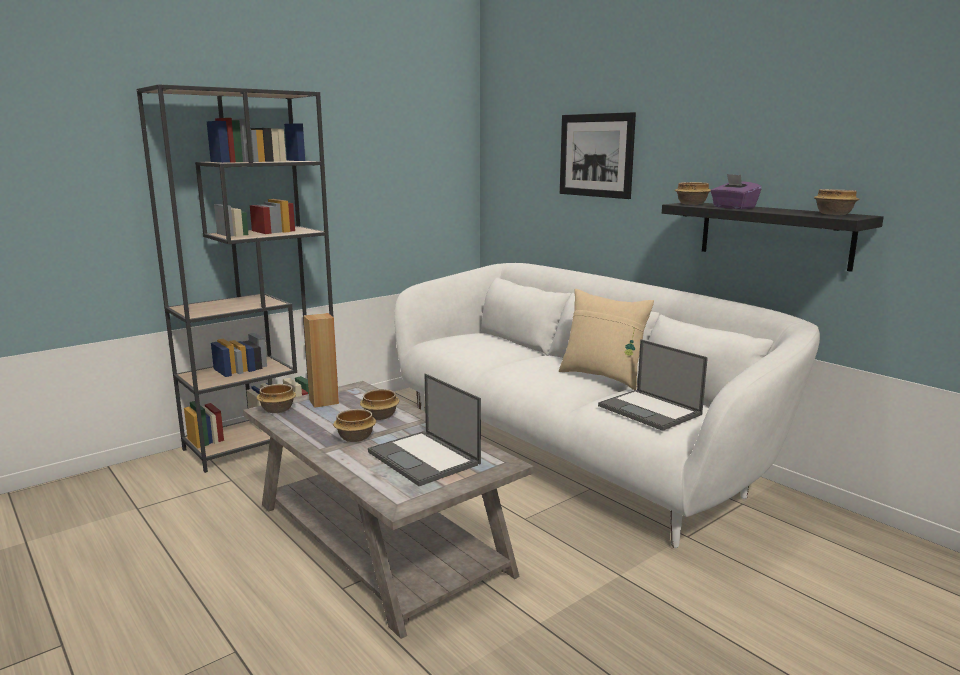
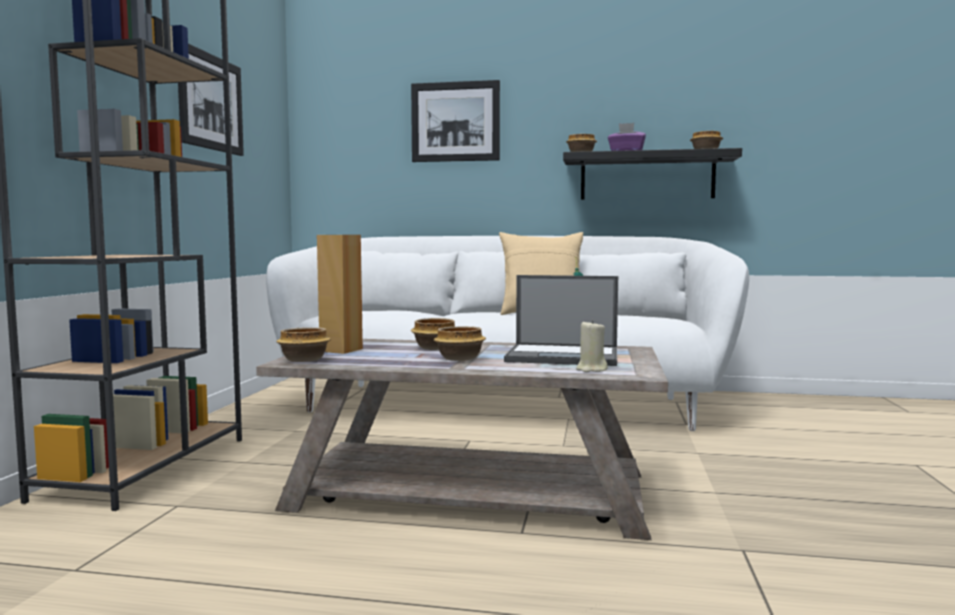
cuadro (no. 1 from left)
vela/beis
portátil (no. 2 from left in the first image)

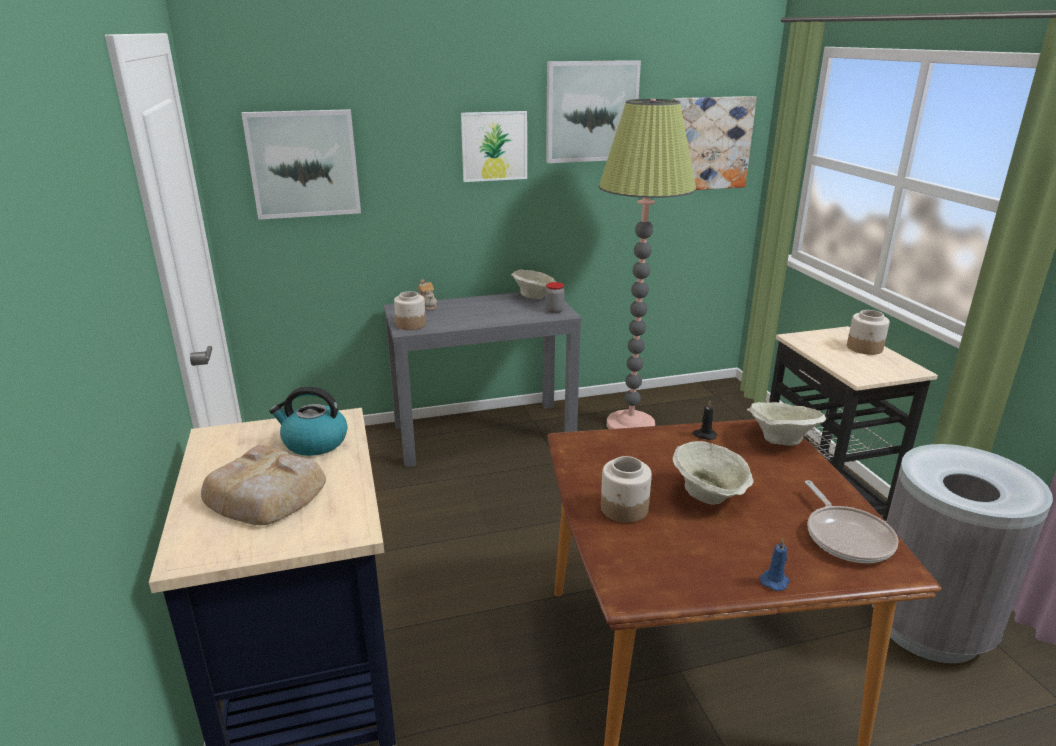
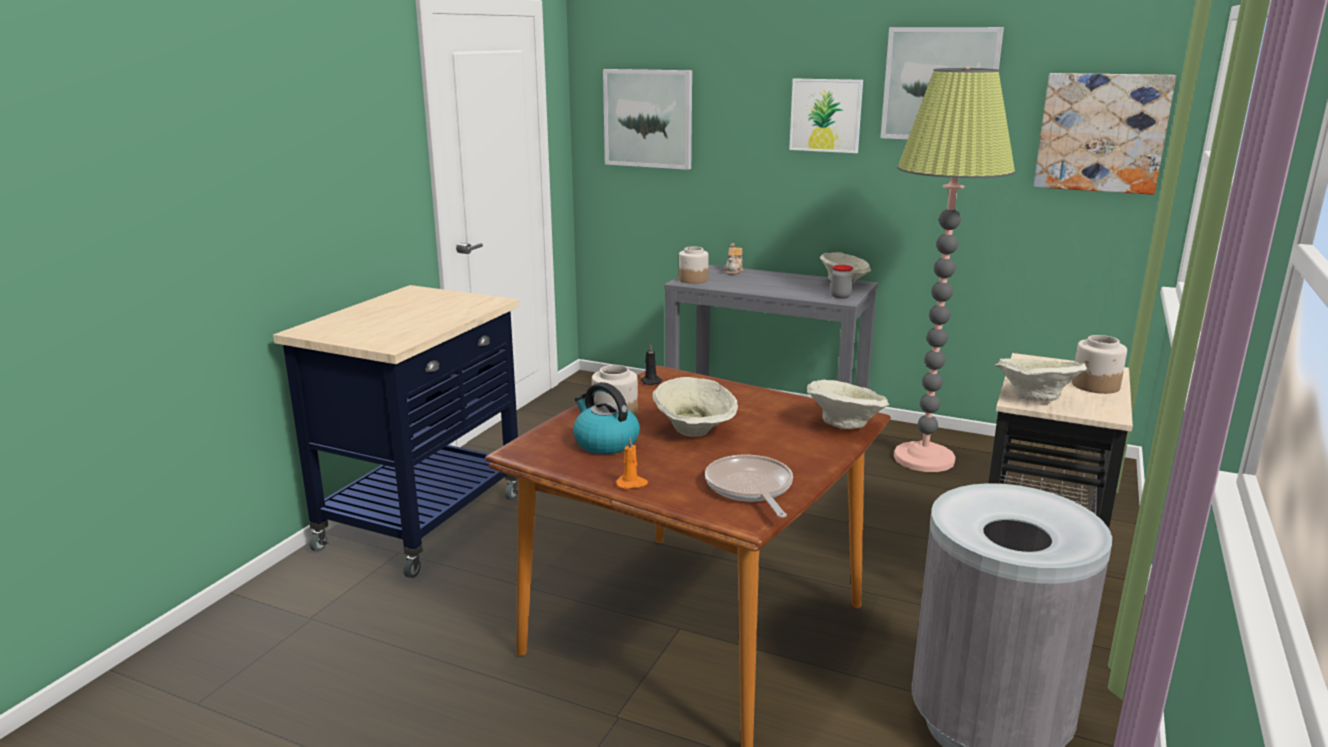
hervidor
vela/naranja
vela/negro
sartén
cuenco/beis (no. 4 from left)
pan

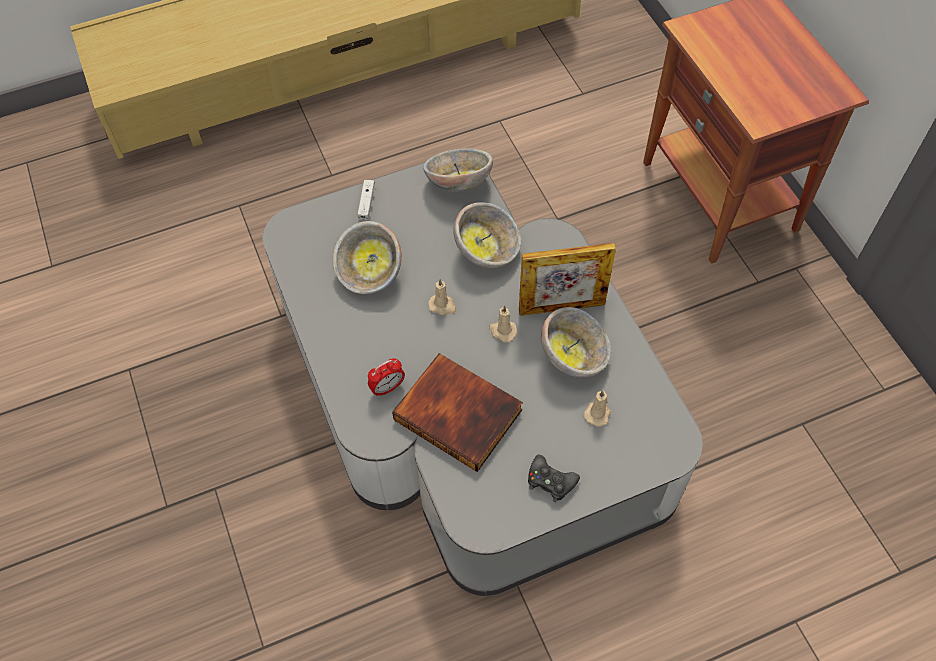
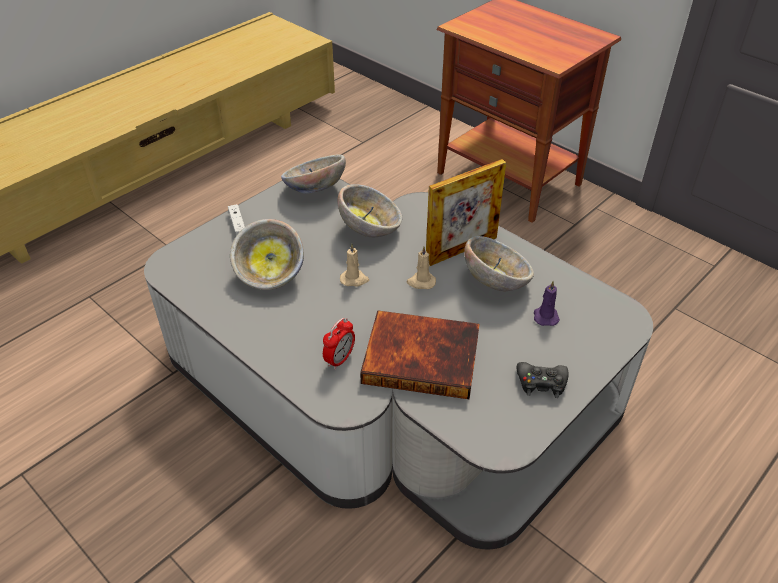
vela/morado

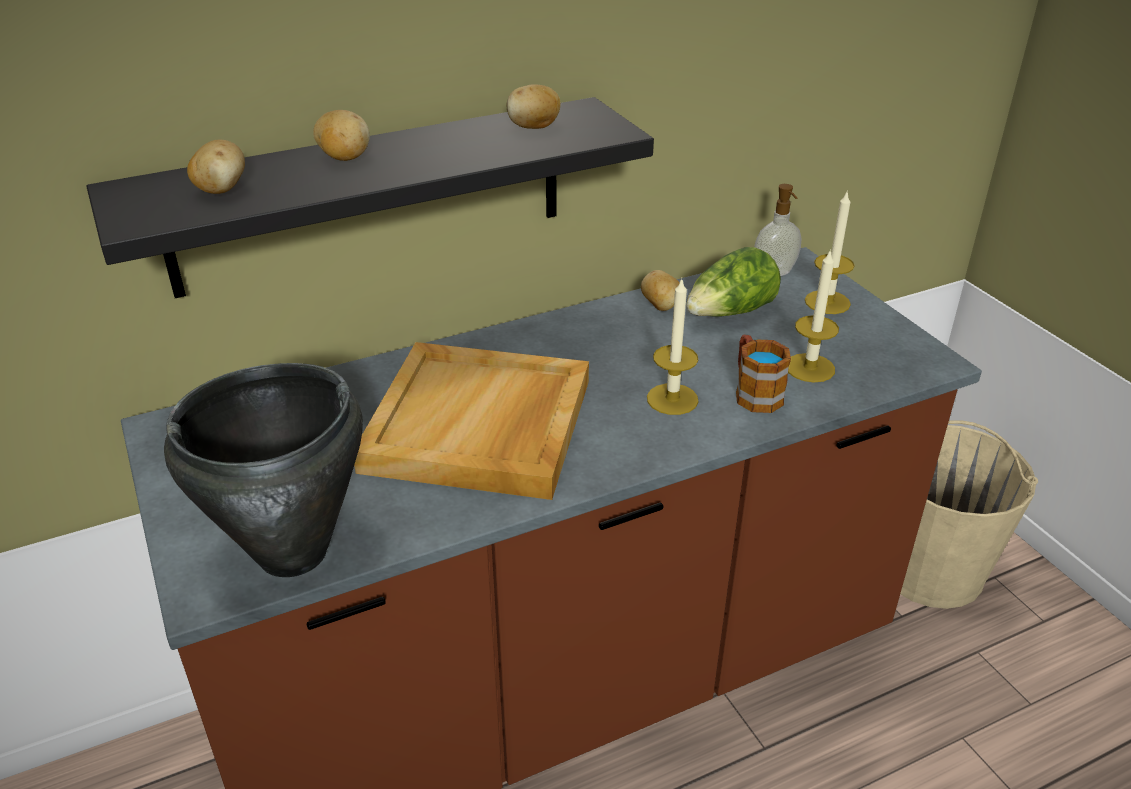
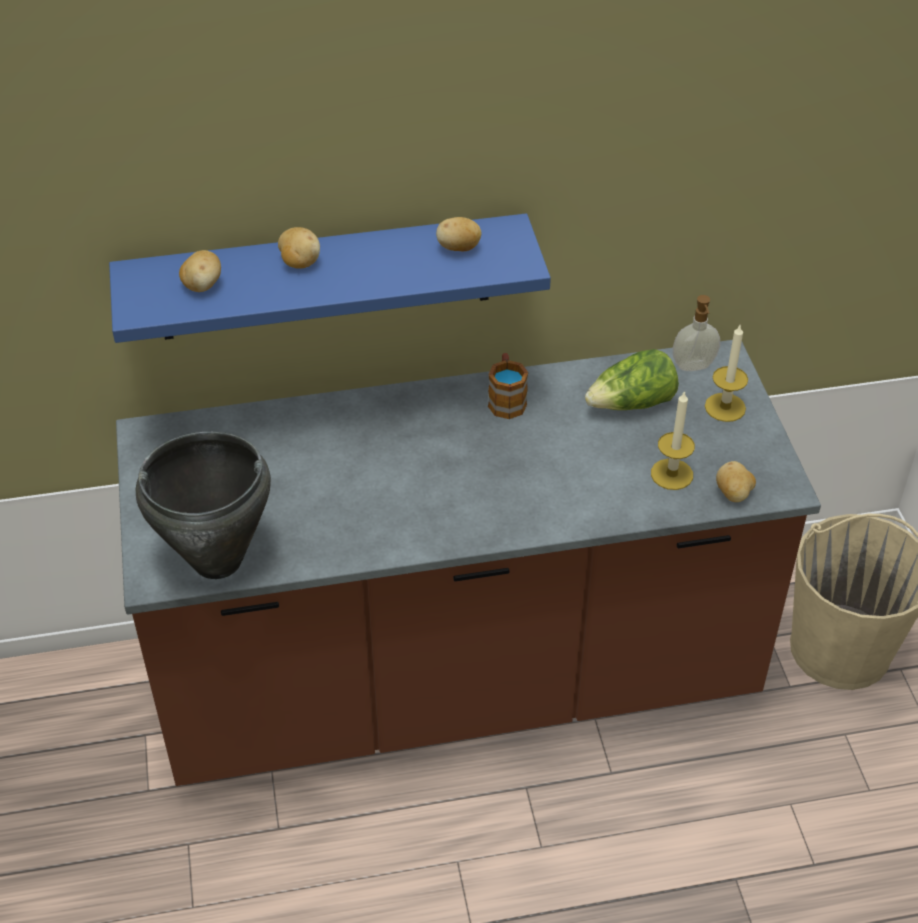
estante/azul
taza grande
patata (no. 4 from left)
bandeja/beis
vela (no. 1 from left in the first image)

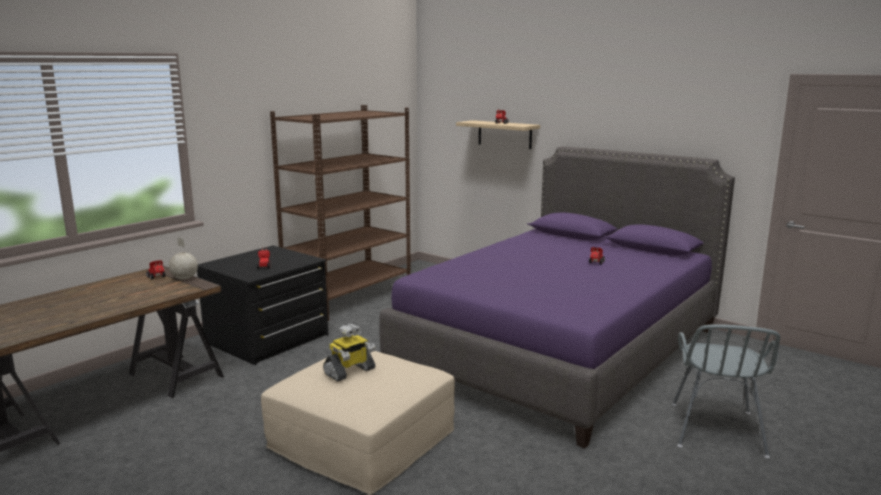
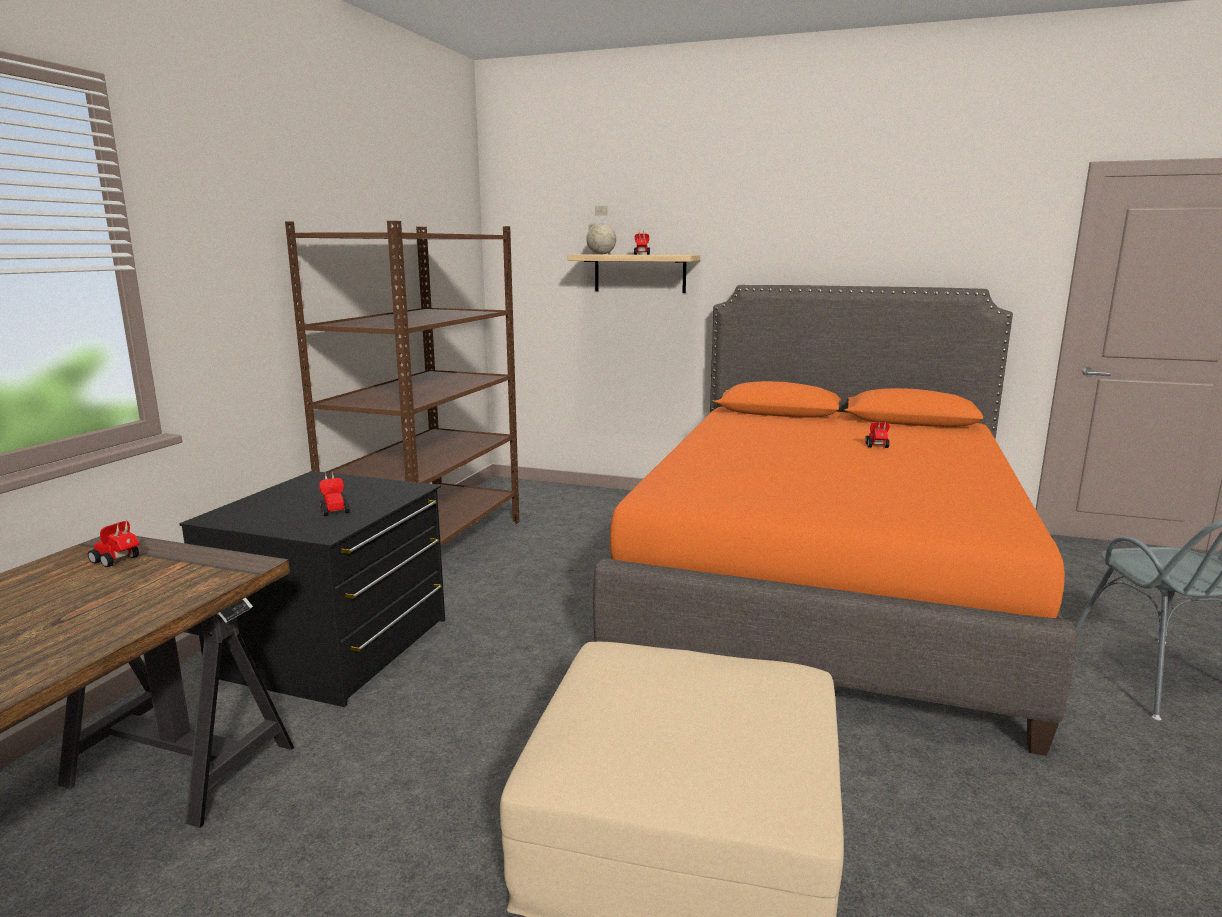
globo terráqueo
cama/naranja
robot de juguete

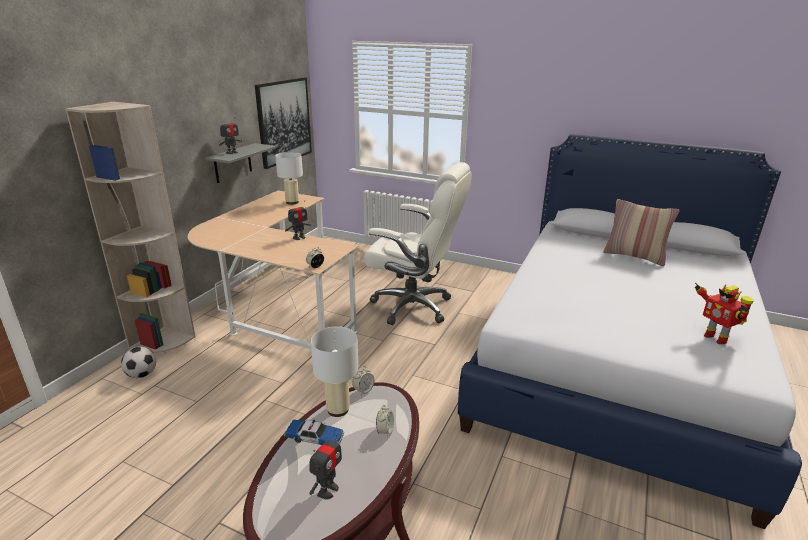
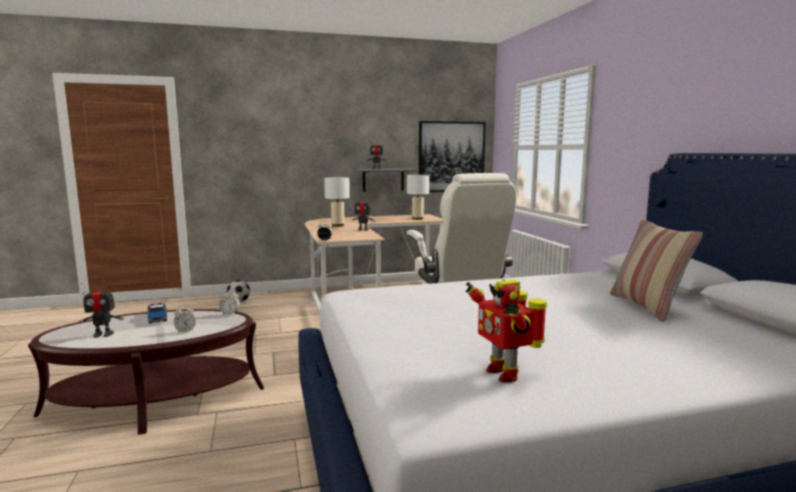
lámpara de mesa/blanco (no. 1 from left)
robot de juguete (no. 4 from left)
estantería/beis

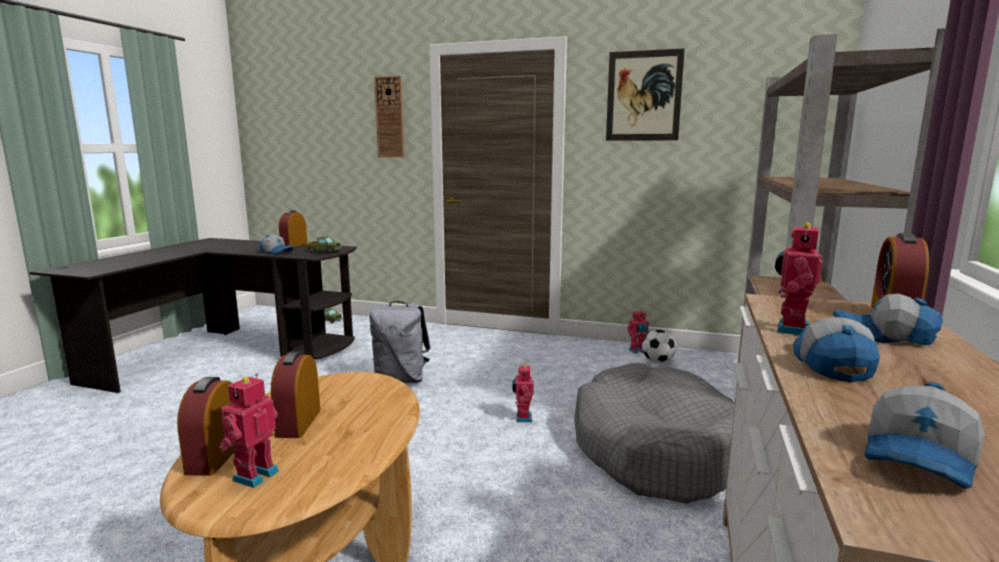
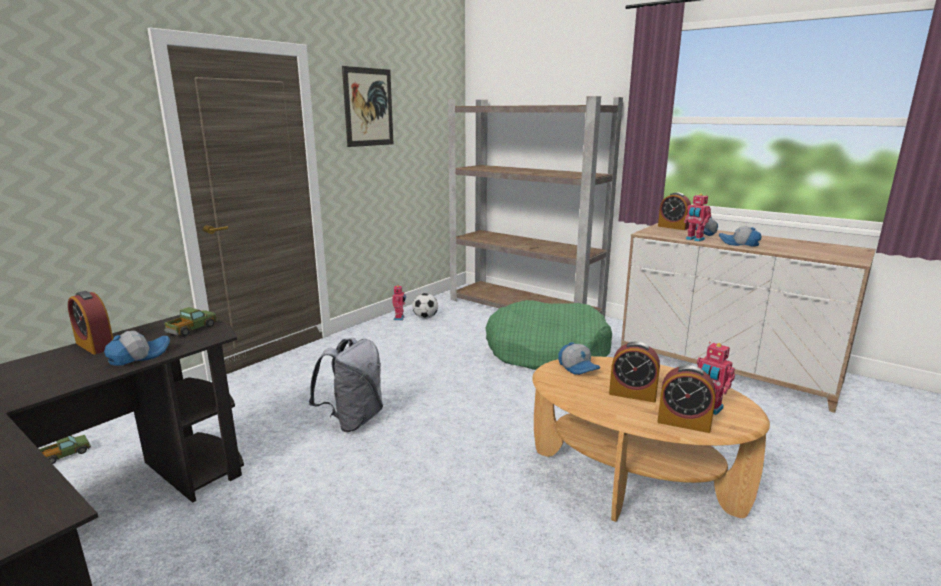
cama para perro/verde
gorra (no. 2 from left)
reloj de pared
robot de juguete (no. 2 from left in the first image)

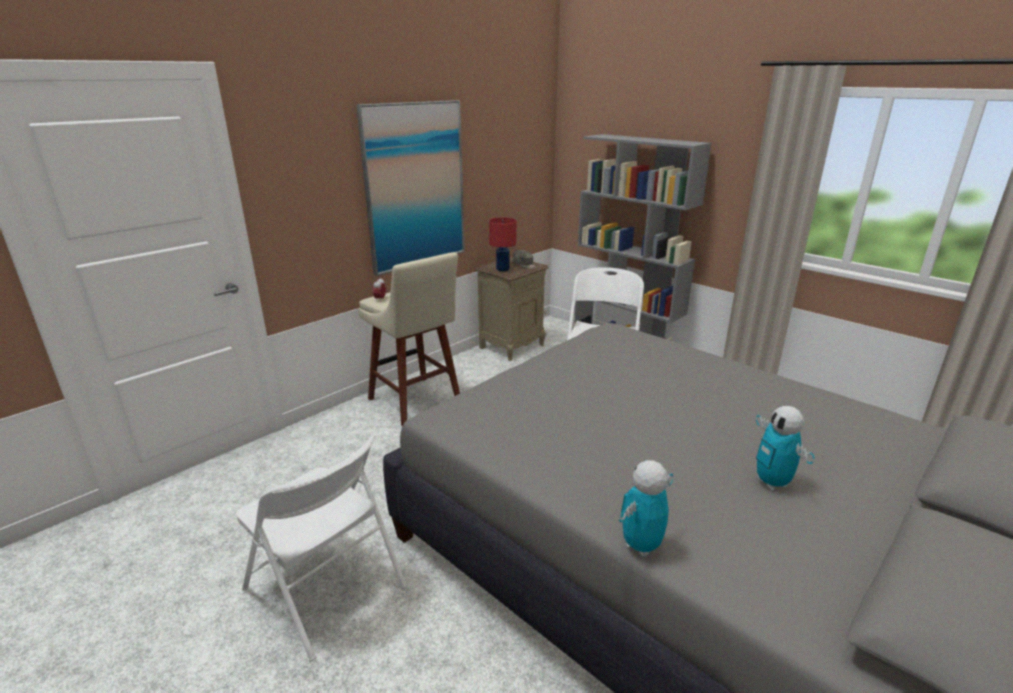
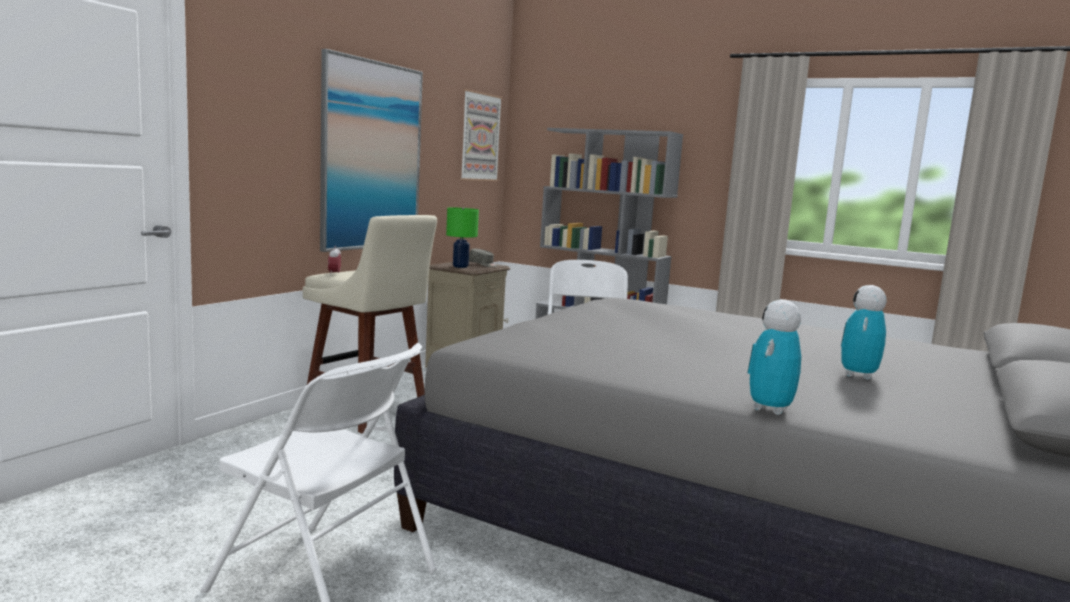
lámpara de mesa/verde
cuadro (no. 2 from left)
robot de juguete (no. 2 from left)

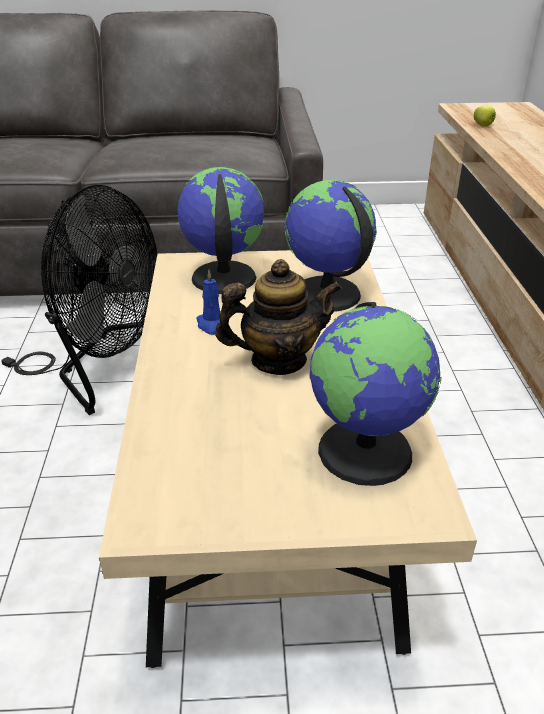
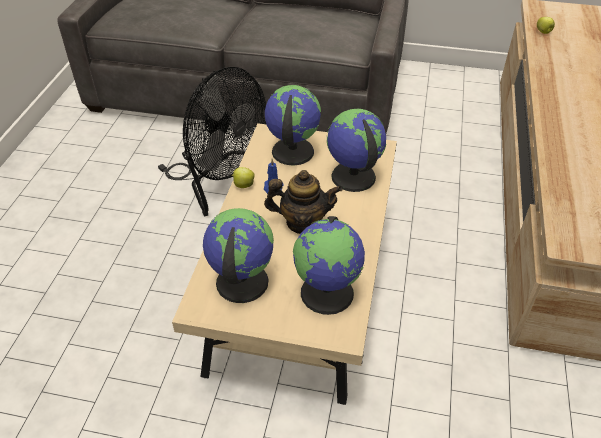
globo terráqueo (no. 1 from left)
manzana (no. 1 from left)

